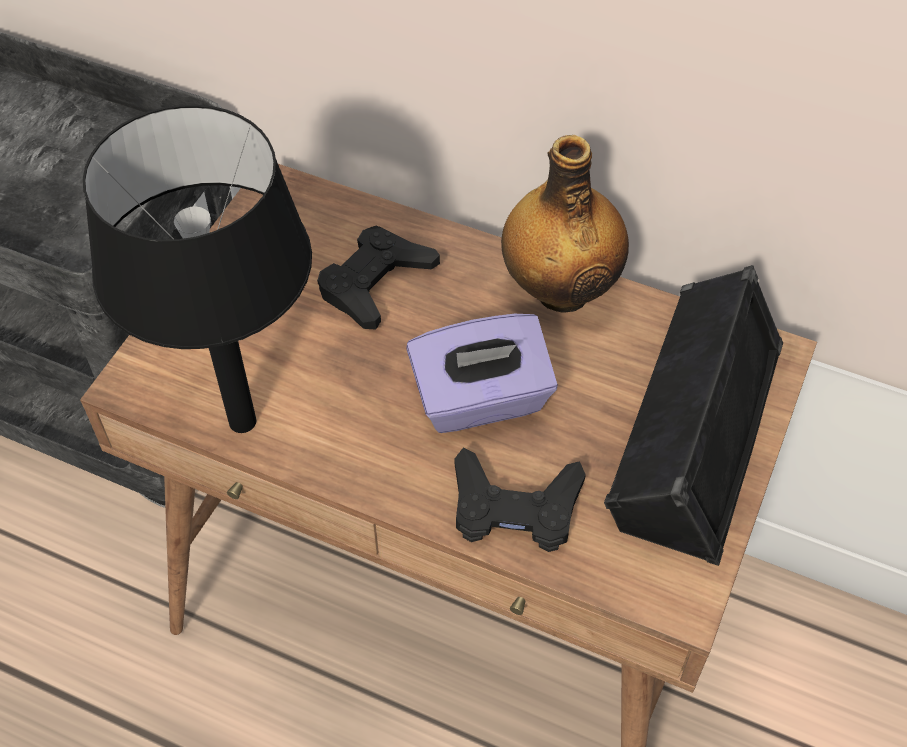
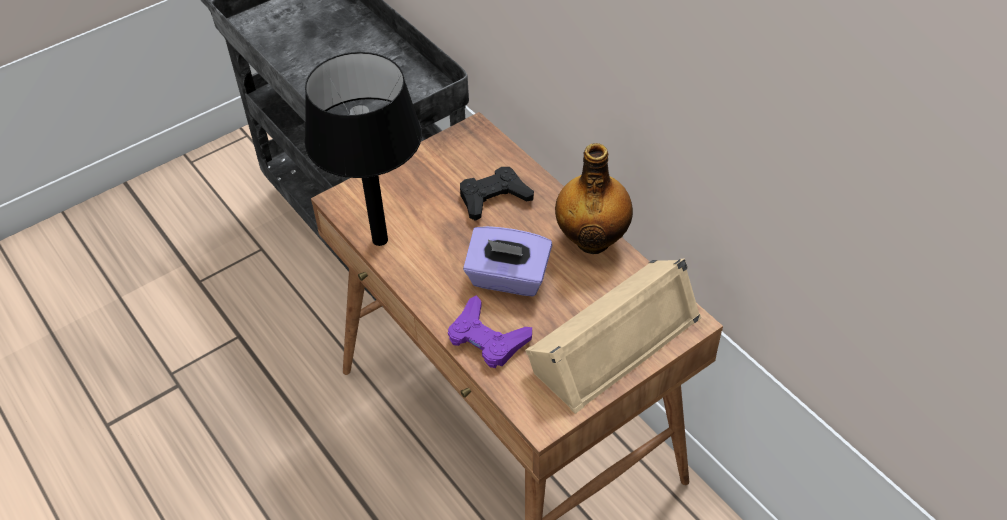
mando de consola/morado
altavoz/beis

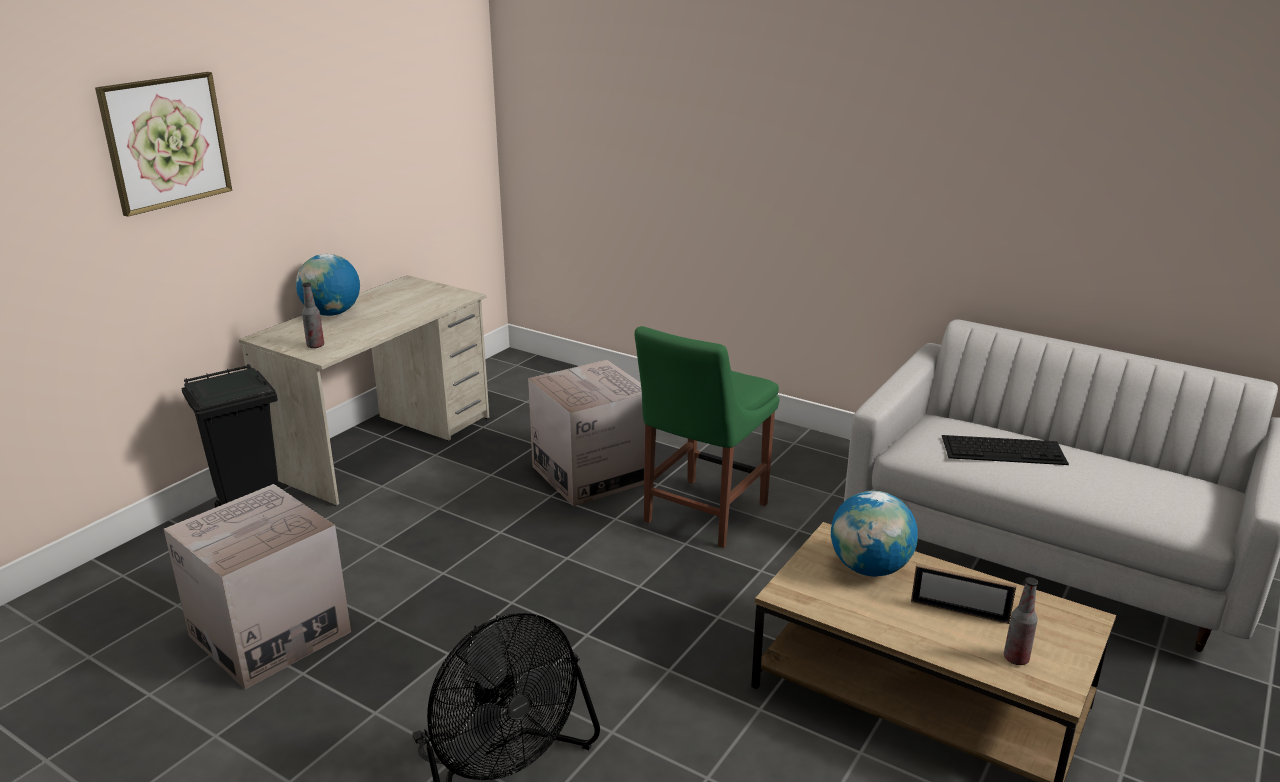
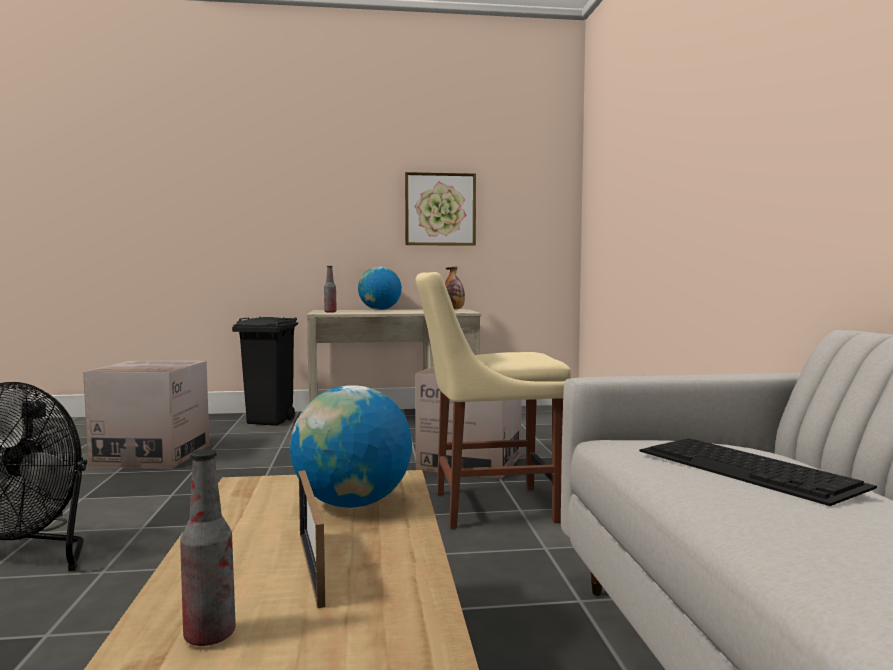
cuadro
silla/beis
botella (no. 3 from left)

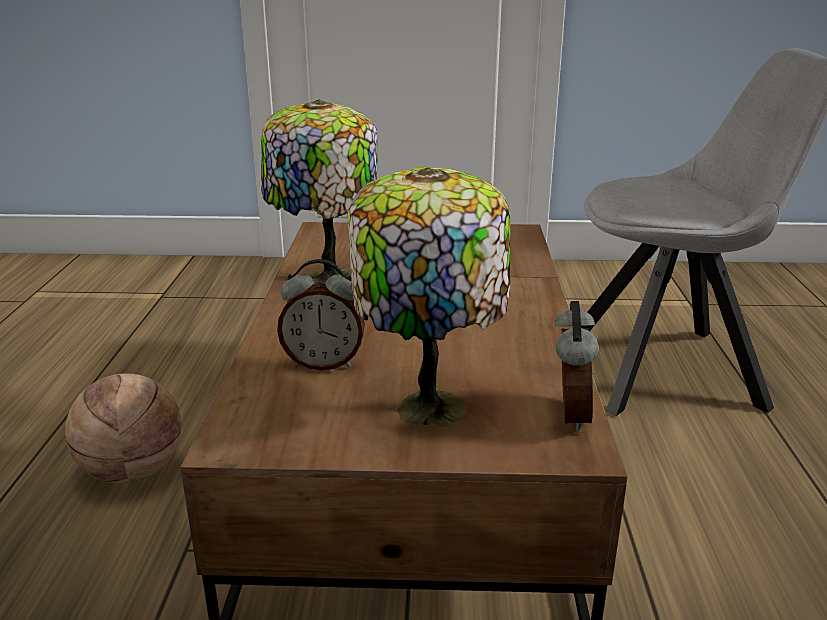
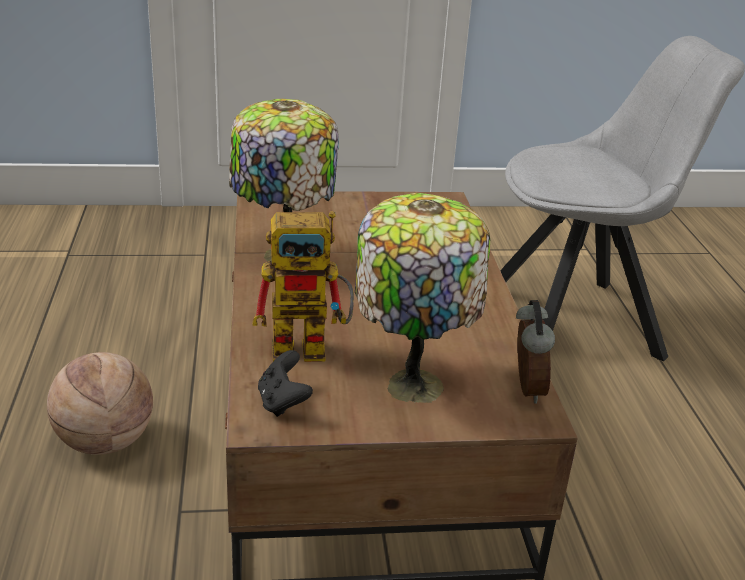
robot de juguete
mando de consola/negro

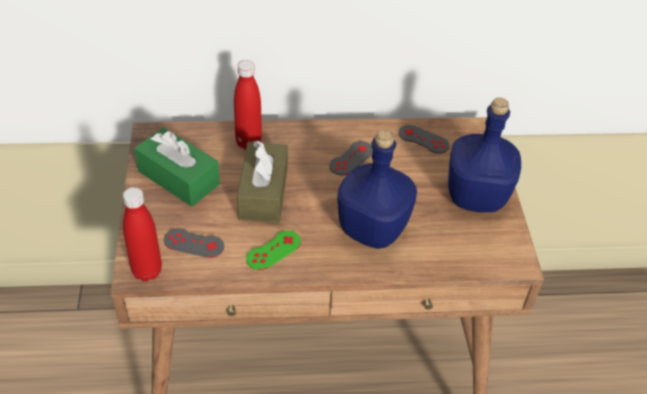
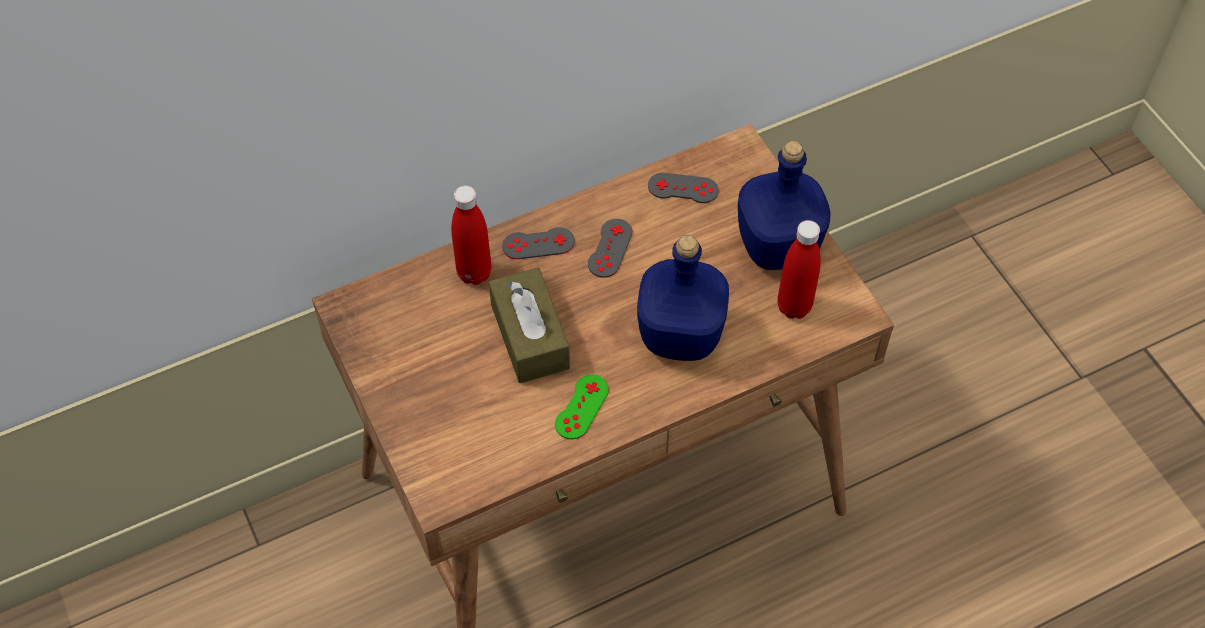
mando de consola/gris (no. 1 from left)
botella/rojo (no. 2 from left)
caja de pañuelos/verde

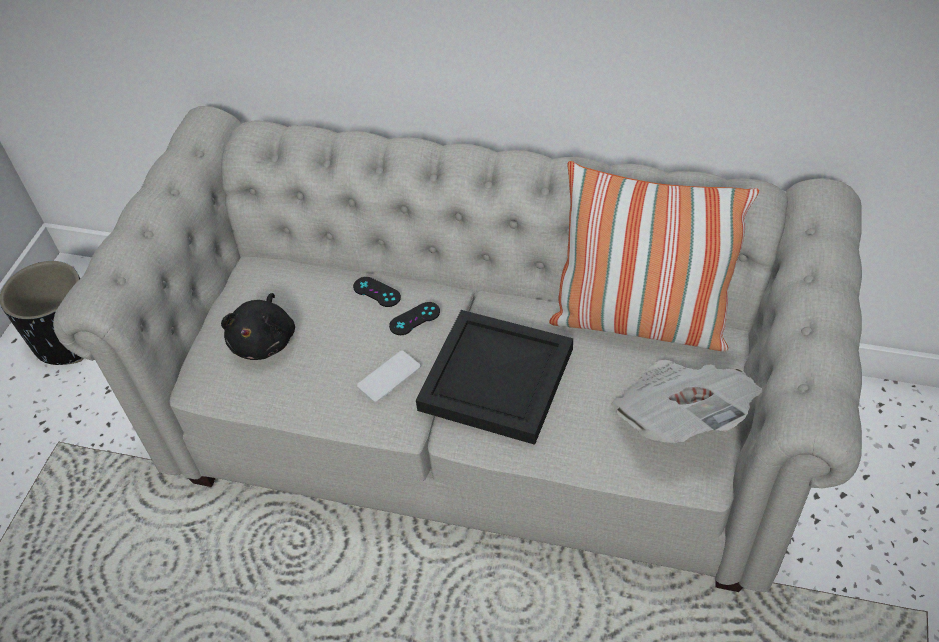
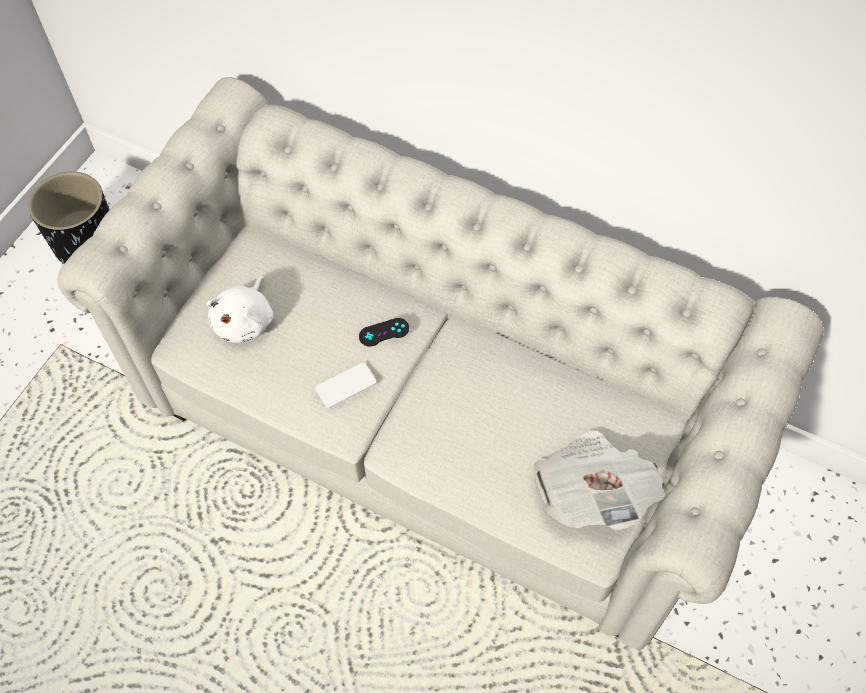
peluche/blanco
mando de consola/negro (no. 1 from left in the first image)
bandeja/negro
cojín

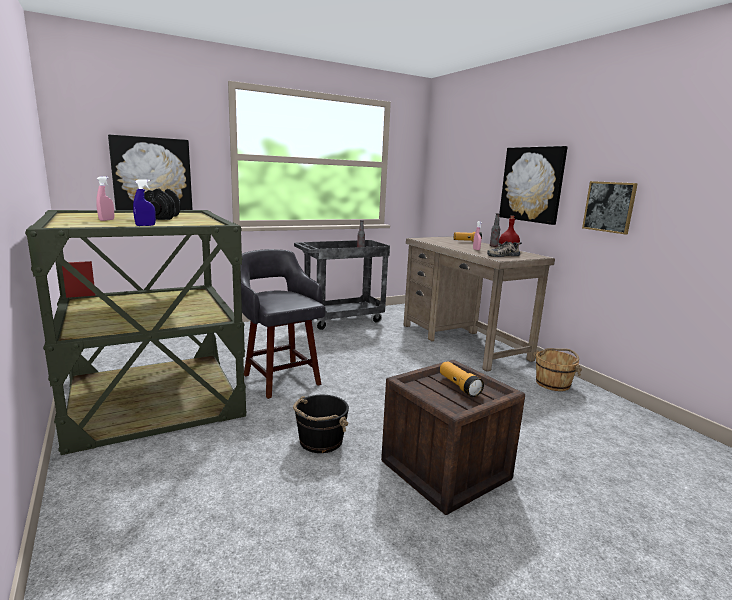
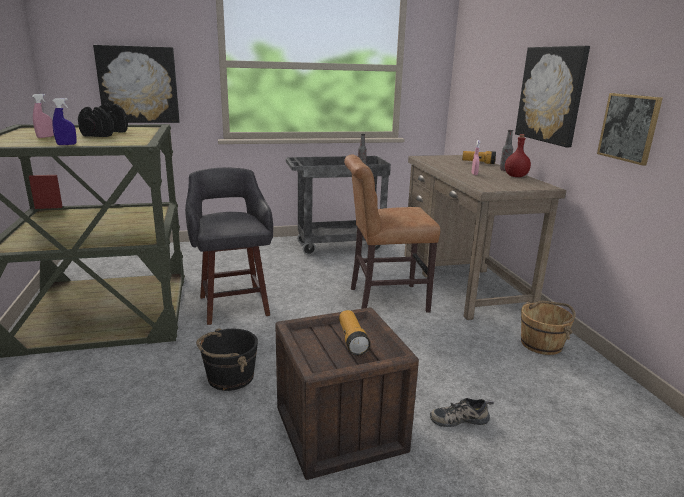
silla/marrón
zapato

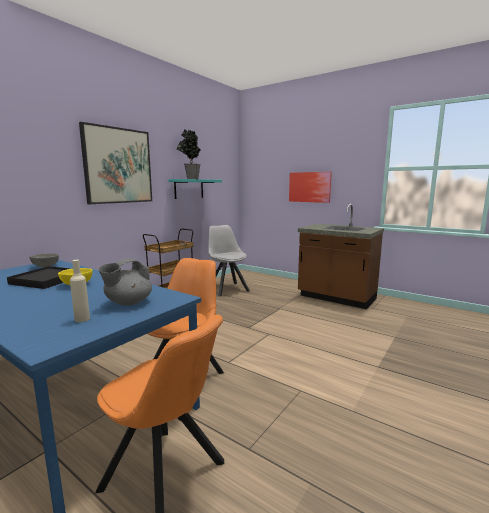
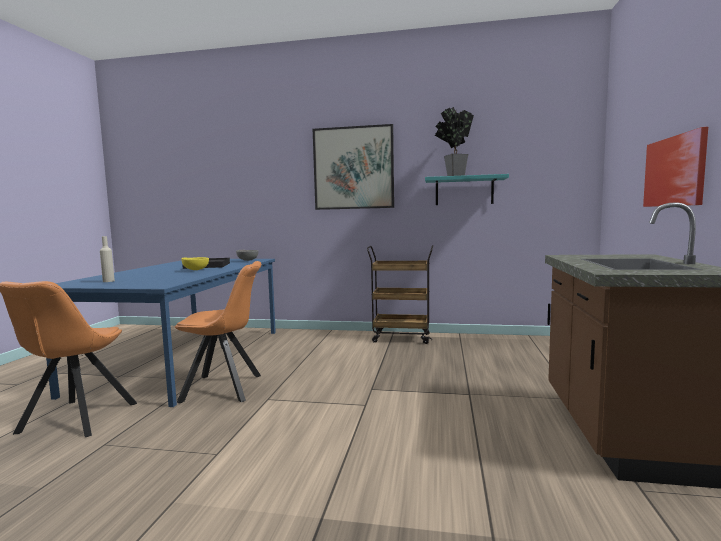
tetera/gris
silla/gris

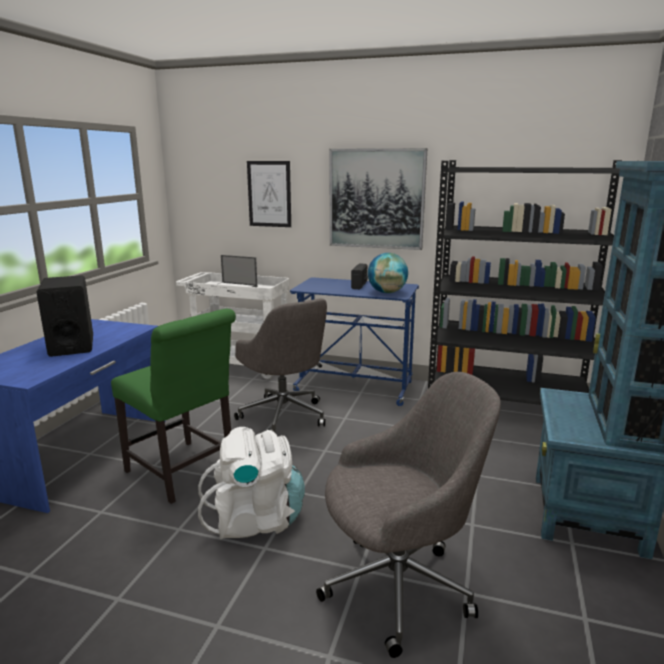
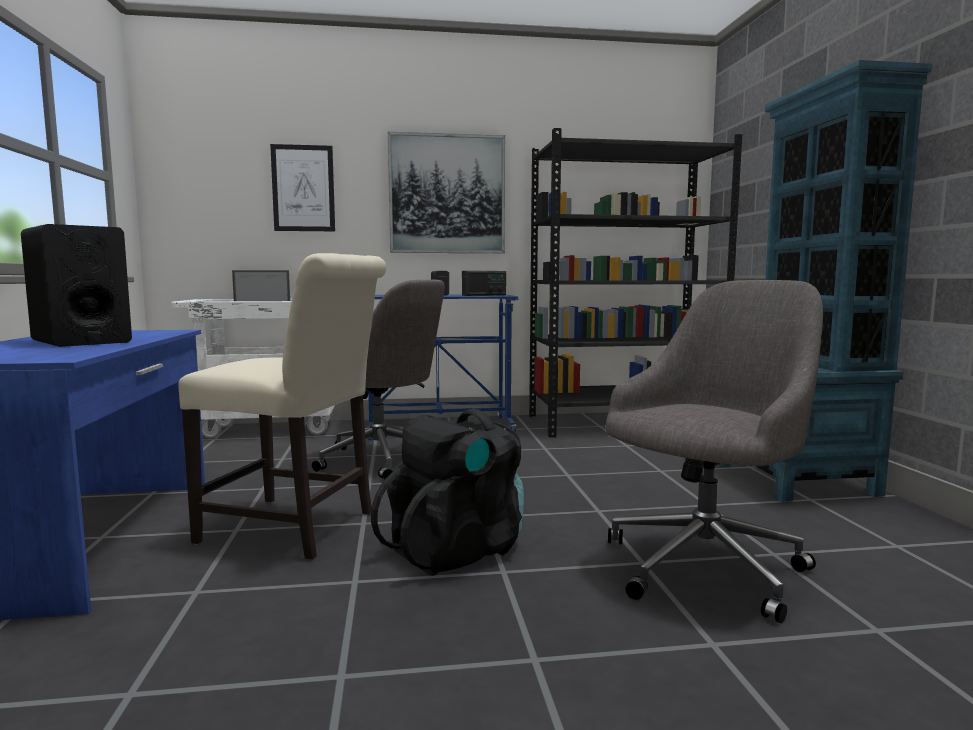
silla/beis
mochila/negro
radio (no. 2 from left)

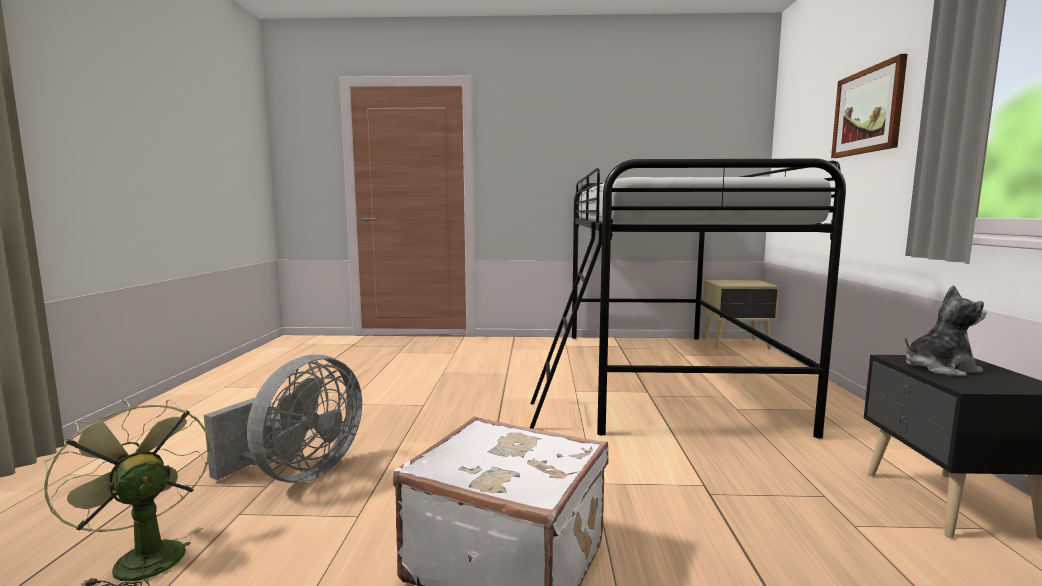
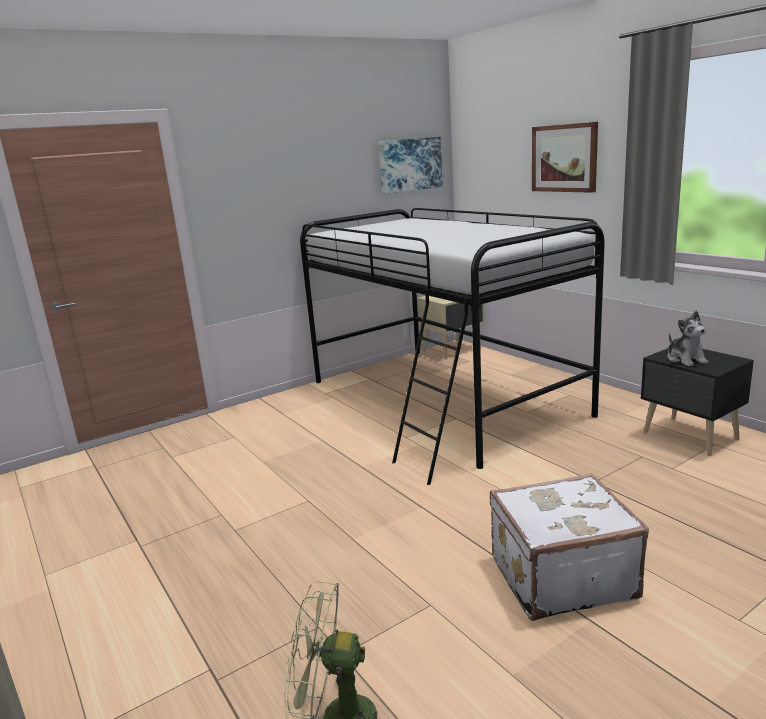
cuadro (no. 1 from left)
peluche
ventilador/gris

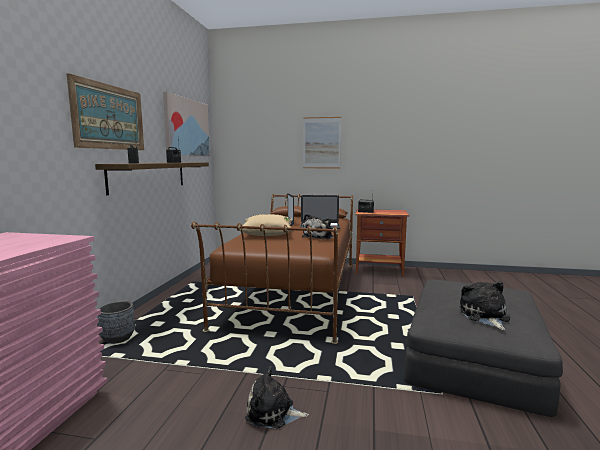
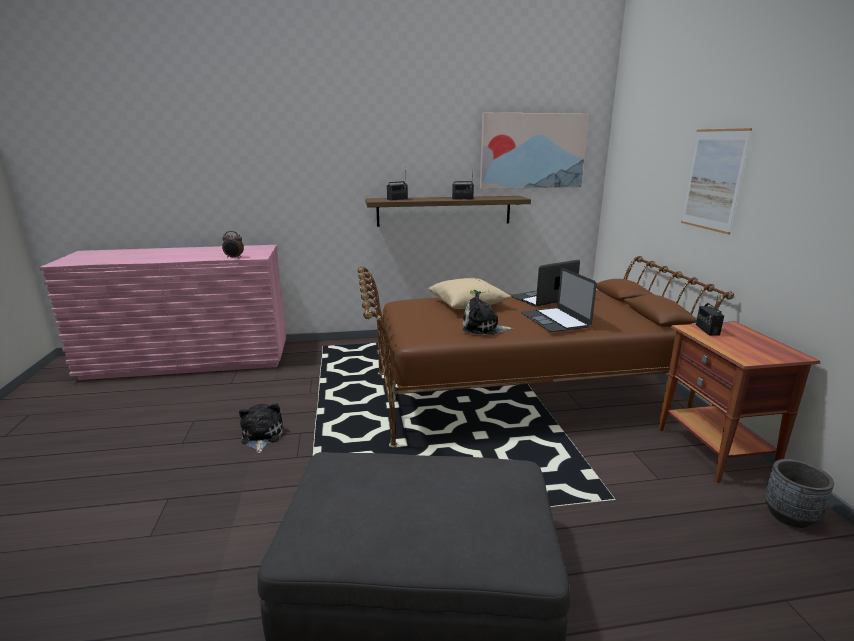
despertador
maceta/gris
cuadro (no. 1 from left in the first image)
peluche (no. 3 from left in the first image)

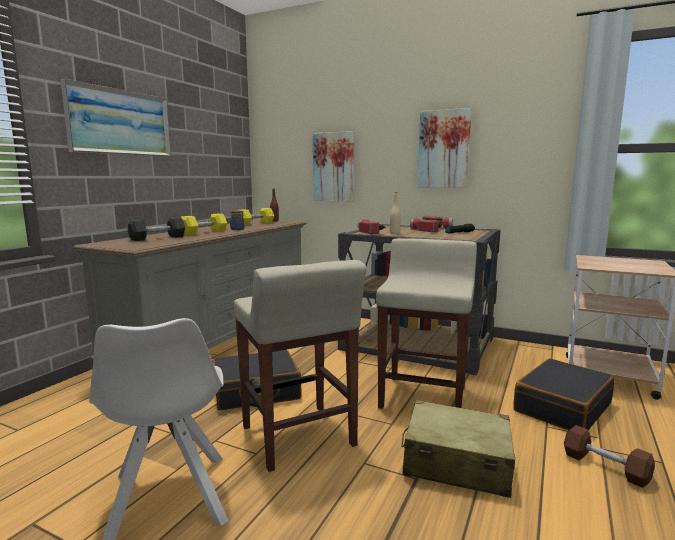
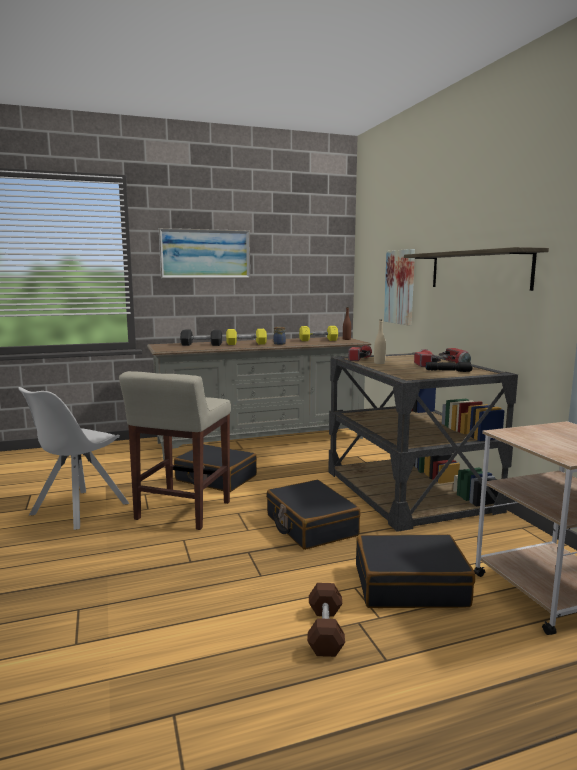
maleta/negro (no. 2 from left)
estante
maleta/beis

